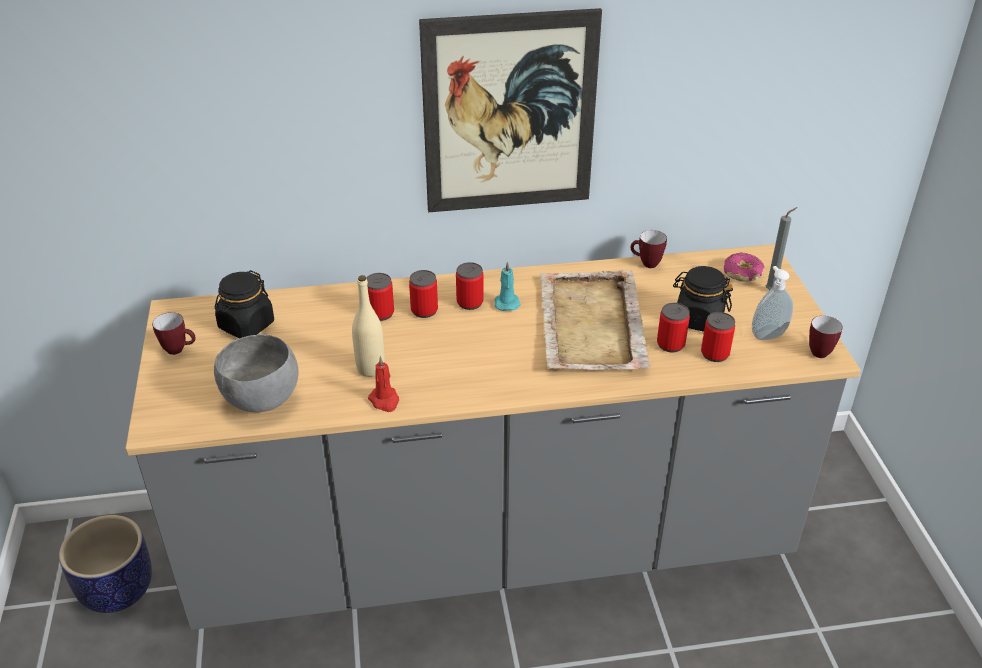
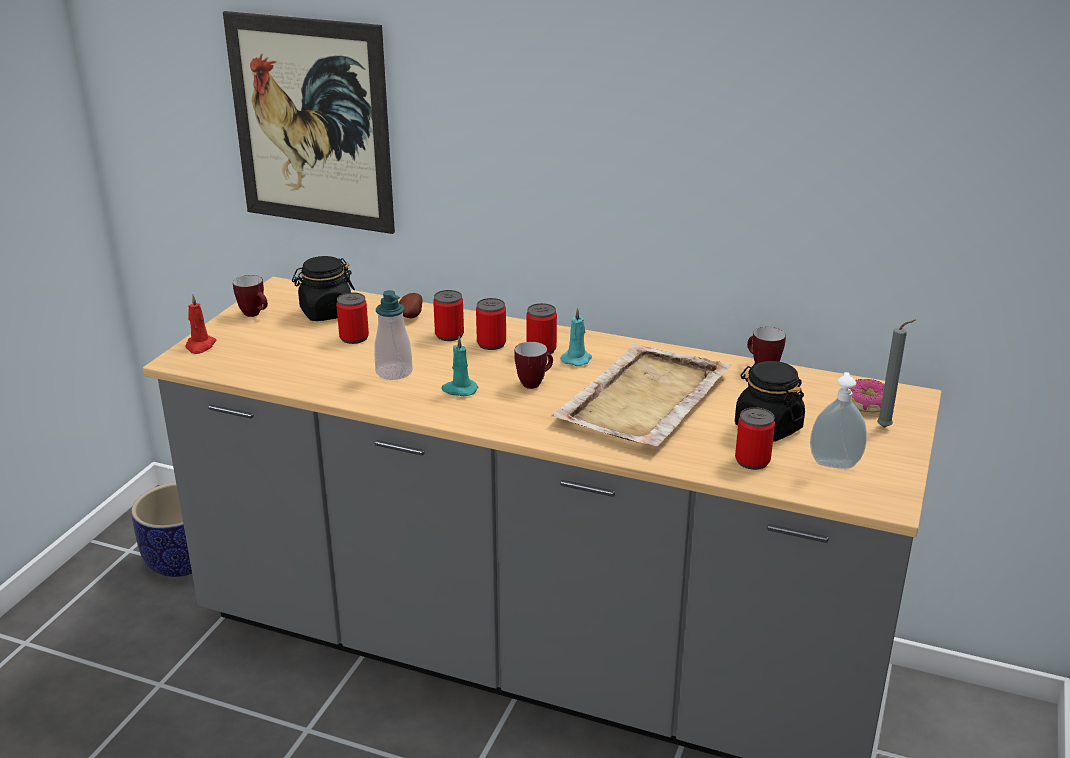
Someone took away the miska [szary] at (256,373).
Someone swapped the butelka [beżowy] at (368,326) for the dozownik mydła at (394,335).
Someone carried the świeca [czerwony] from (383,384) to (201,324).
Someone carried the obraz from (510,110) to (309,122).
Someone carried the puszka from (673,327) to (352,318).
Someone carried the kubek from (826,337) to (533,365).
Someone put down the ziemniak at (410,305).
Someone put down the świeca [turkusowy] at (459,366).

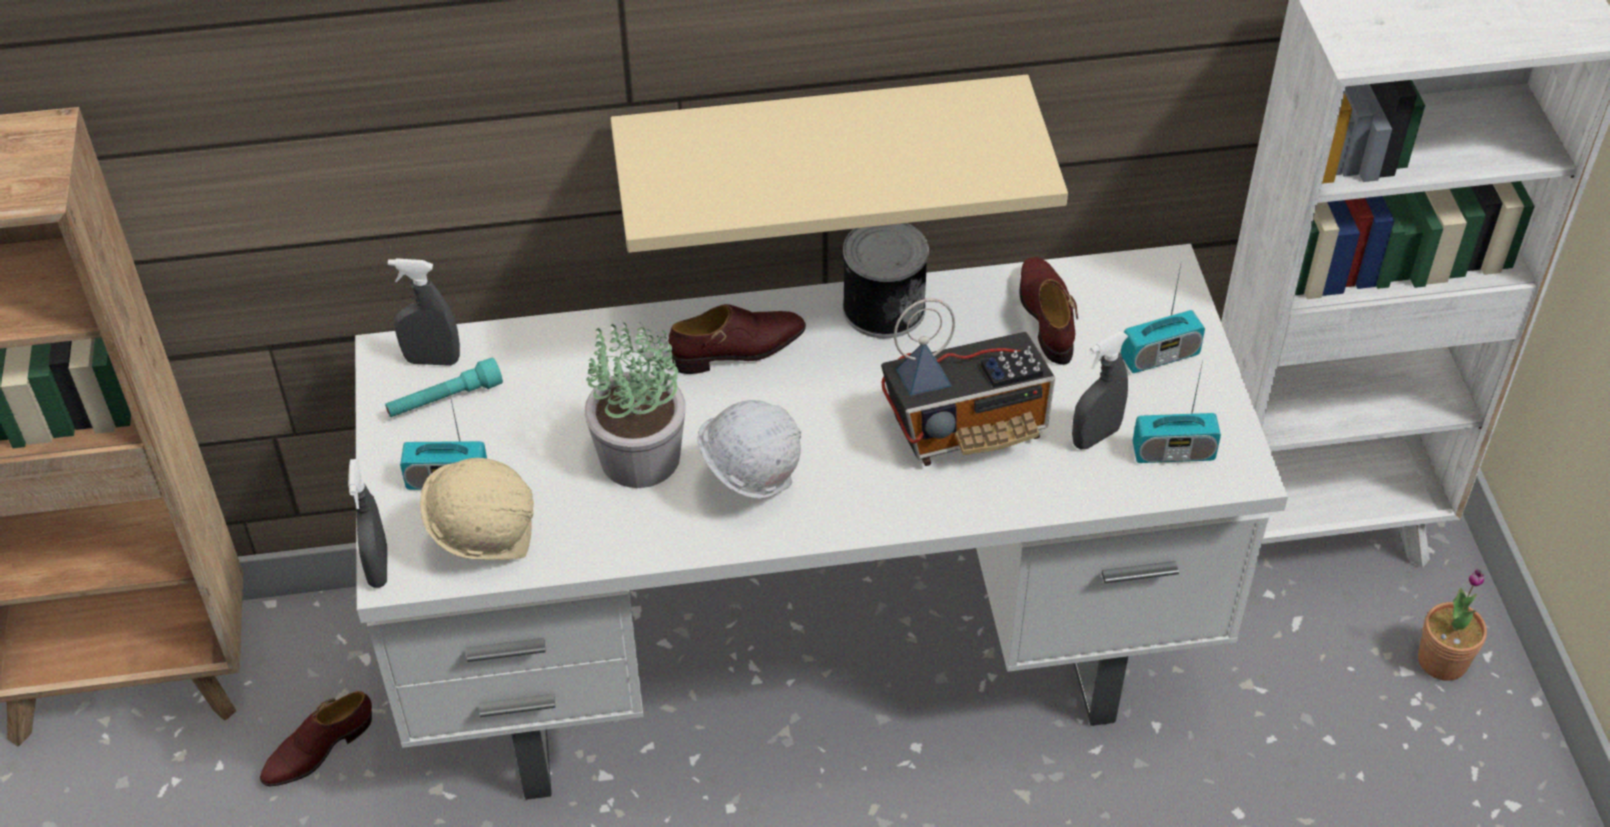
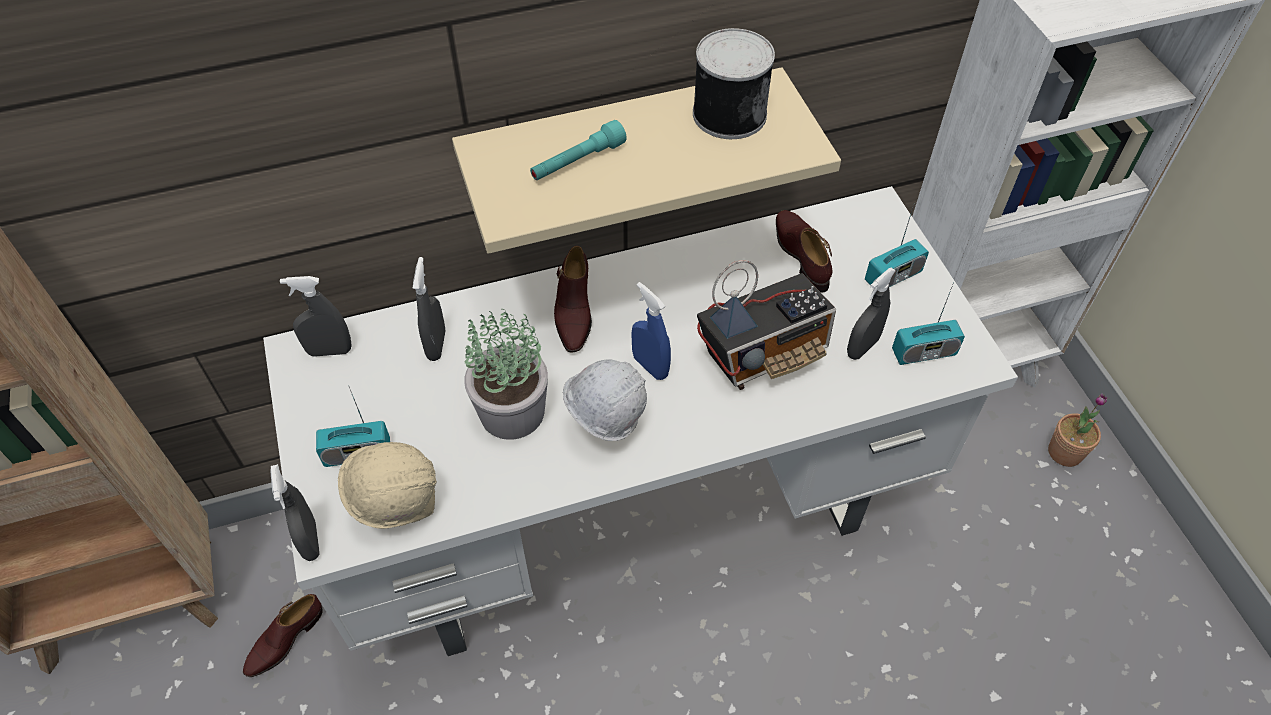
Someone carried the latarka [turkusowy] from (444,387) to (578,150).
Someone rotated the but [brązowy] at (737,339) by 120 degrees clockwise.
Someone carried the puszka from (885,280) to (734,83).
Someone put down the spryskiwacz [szary] at (429,309).
Someone put down the spryskiwacz [niebieski] at (651,331).

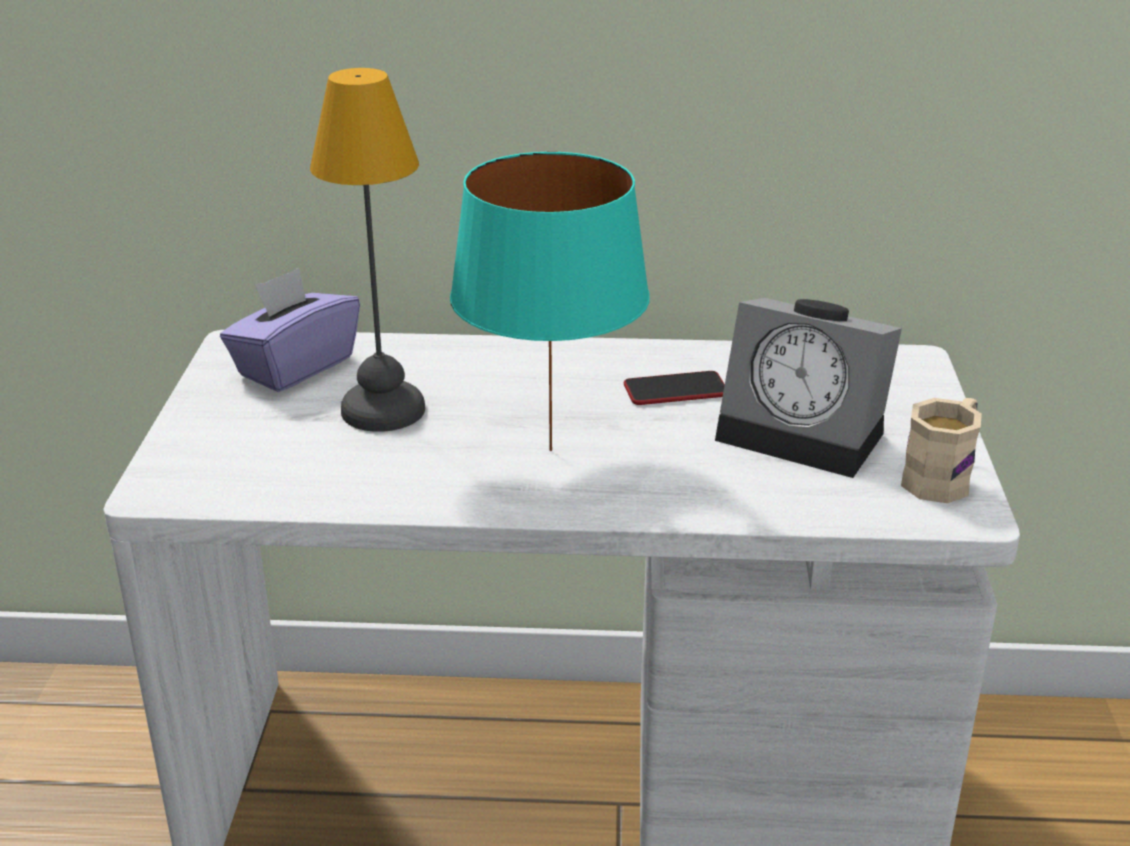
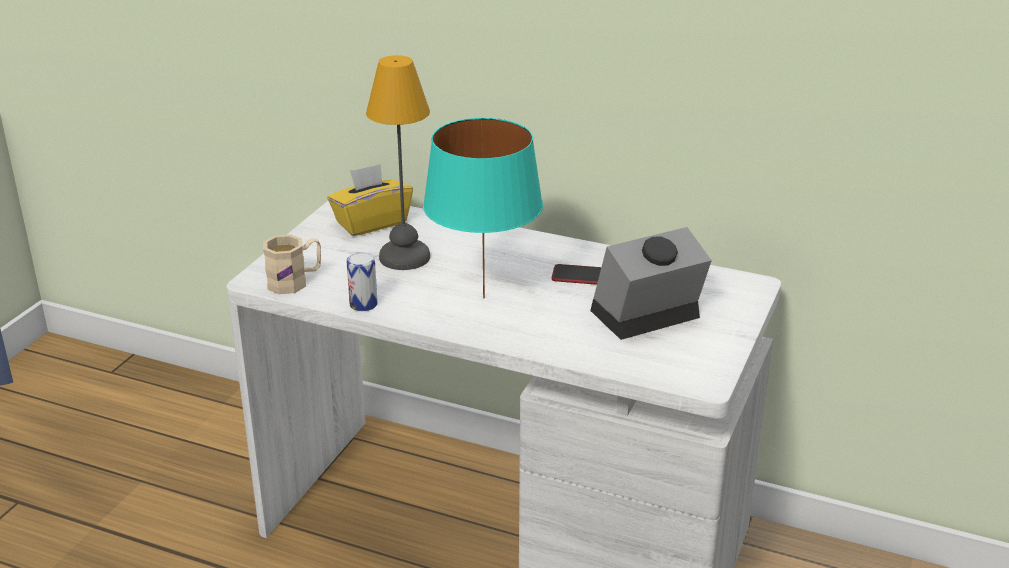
Someone repainted the pudełko chusteczek [fioletowy] at (290,330), which became the pudełko chusteczek [żółty] at (370,200).
Someone rotated the budzik at (808,388) by 105 degrees clockwise.
Someone carried the kubek [beżowy] from (941,450) to (292,264).
Someone put down the puszka at (362,281).

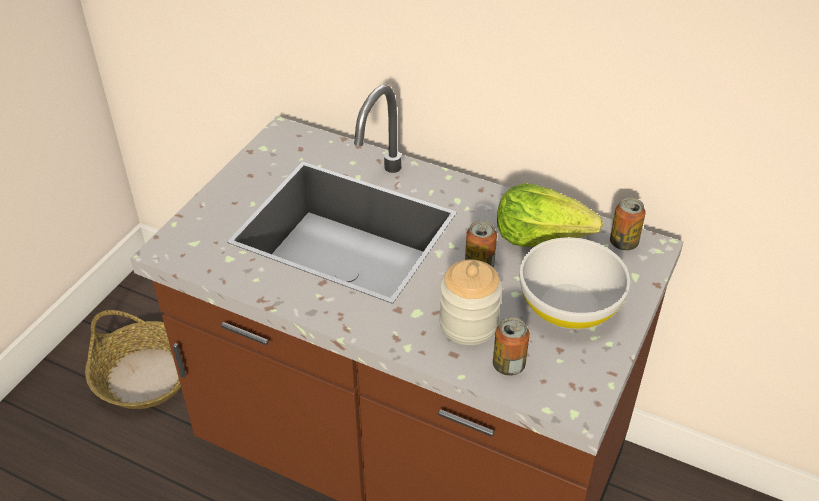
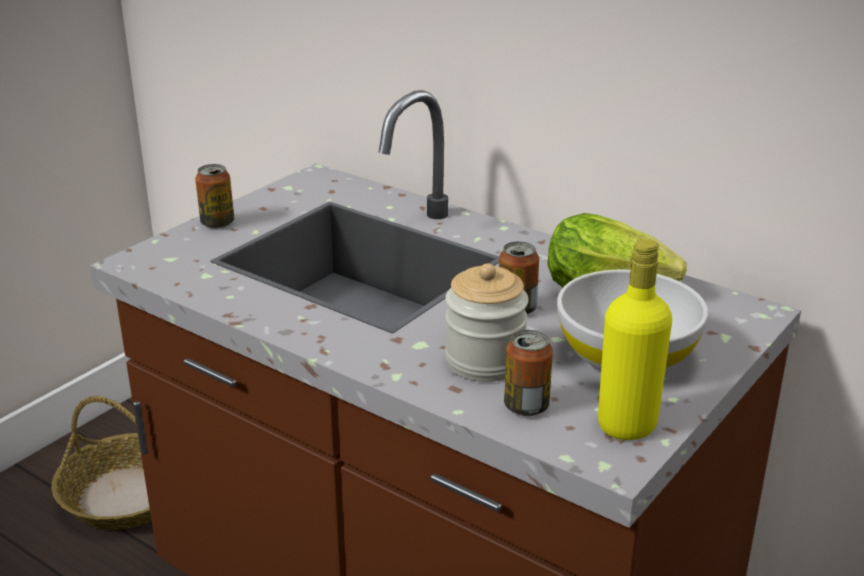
Someone carried the puszka from (628,223) to (214,196).
Someone put down the butelka [żółty] at (635,339).

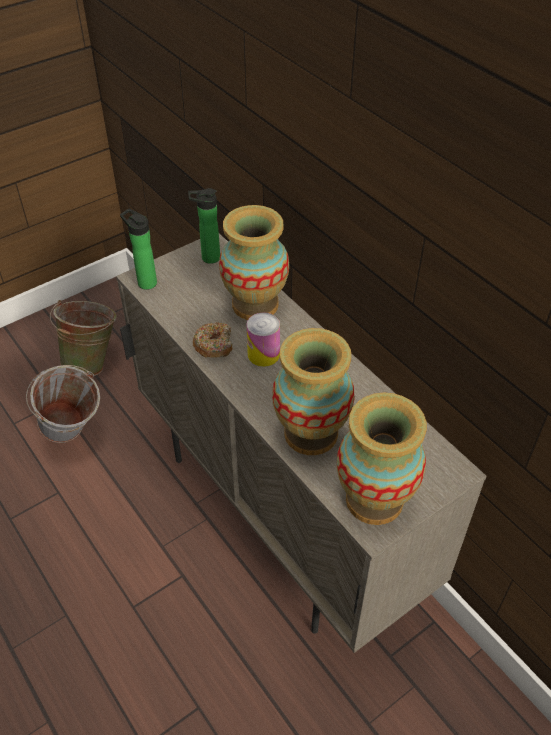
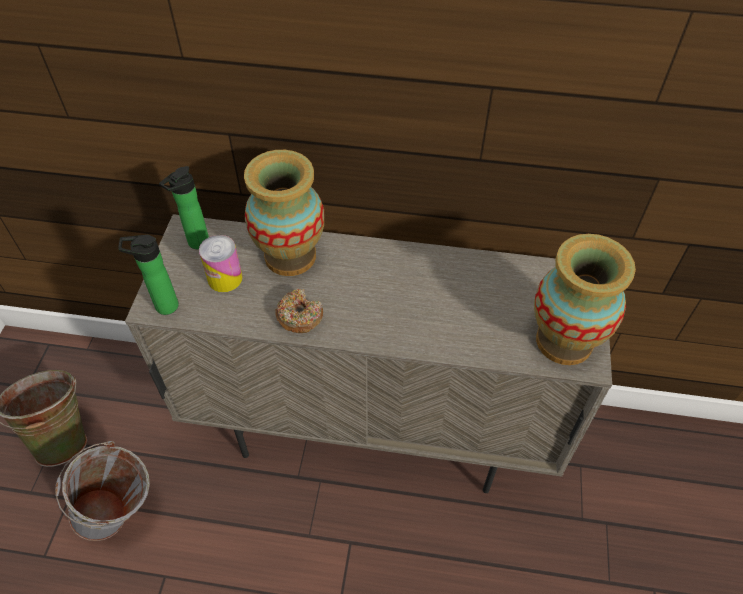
Someone carried the puszka from (263,340) to (220,263).
Someone took away the wazon at (313,391).

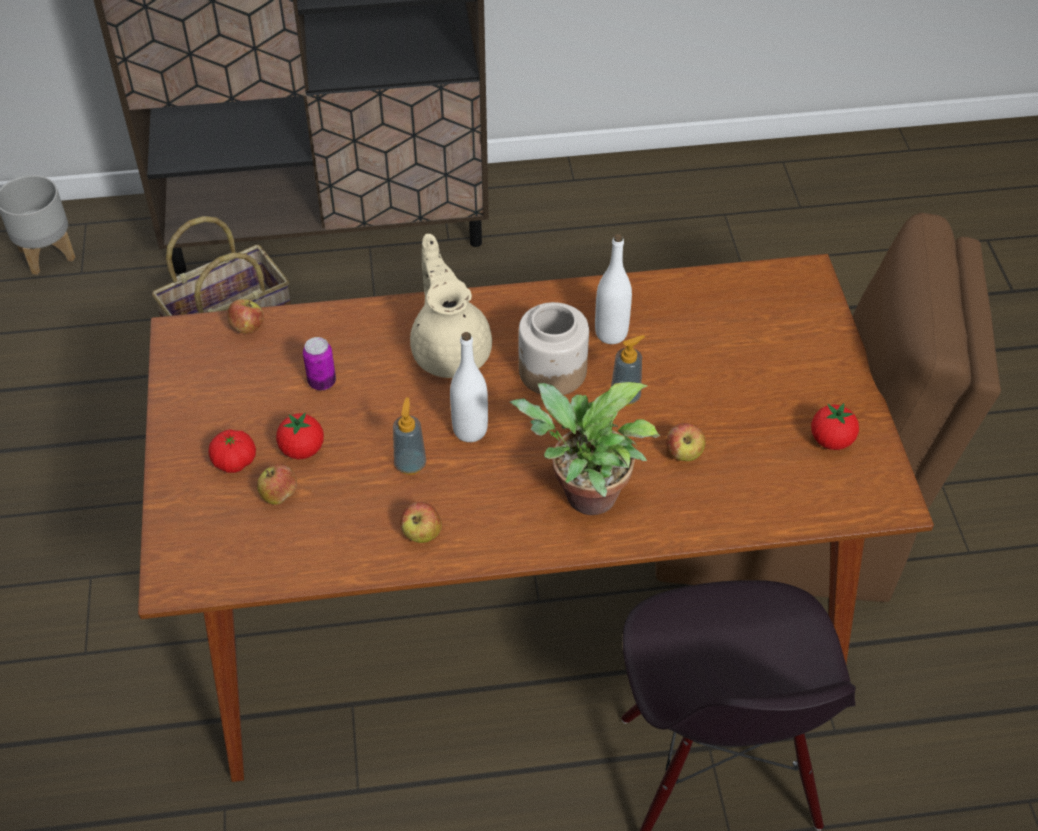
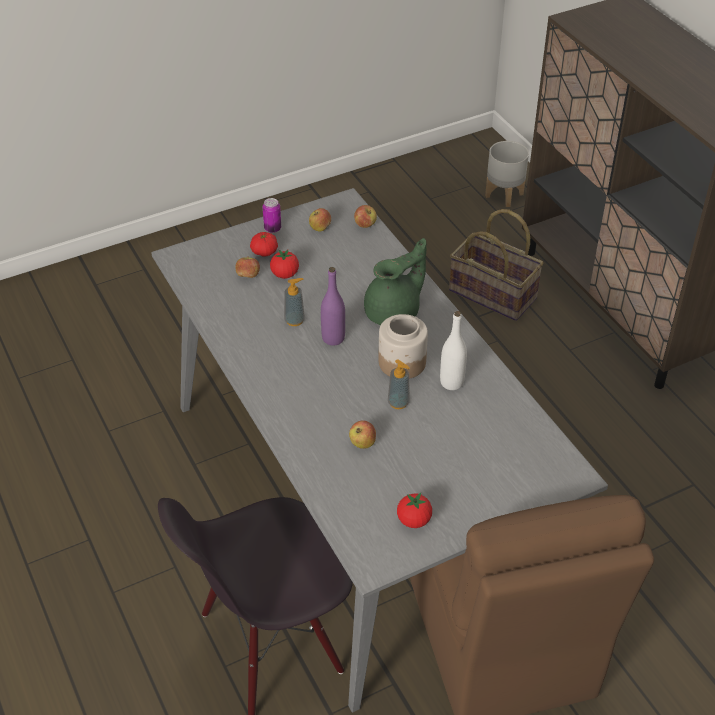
Someone repainted the stół jadalny [brązowy] at (536,518), which became the stół jadalny [szary] at (379,450).
Someone carried the puszka from (319,363) to (271,215).
Someone carried the jabłko from (421,522) to (320,220).
Someone repainted the imbryk [beżowy] at (451,306), which became the imbryk [zielony] at (395,281).
Someone repainted the butelka [biały] at (469,387), which became the butelka [fioletowy] at (333,306).
Someone took away the roślina doniczkowa at (585,448).

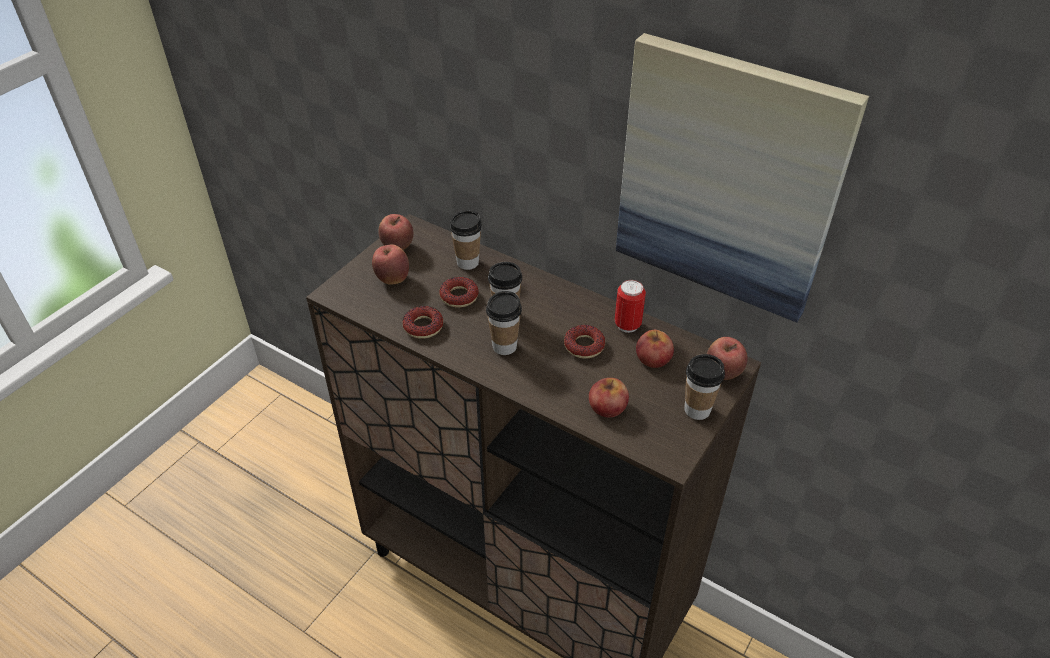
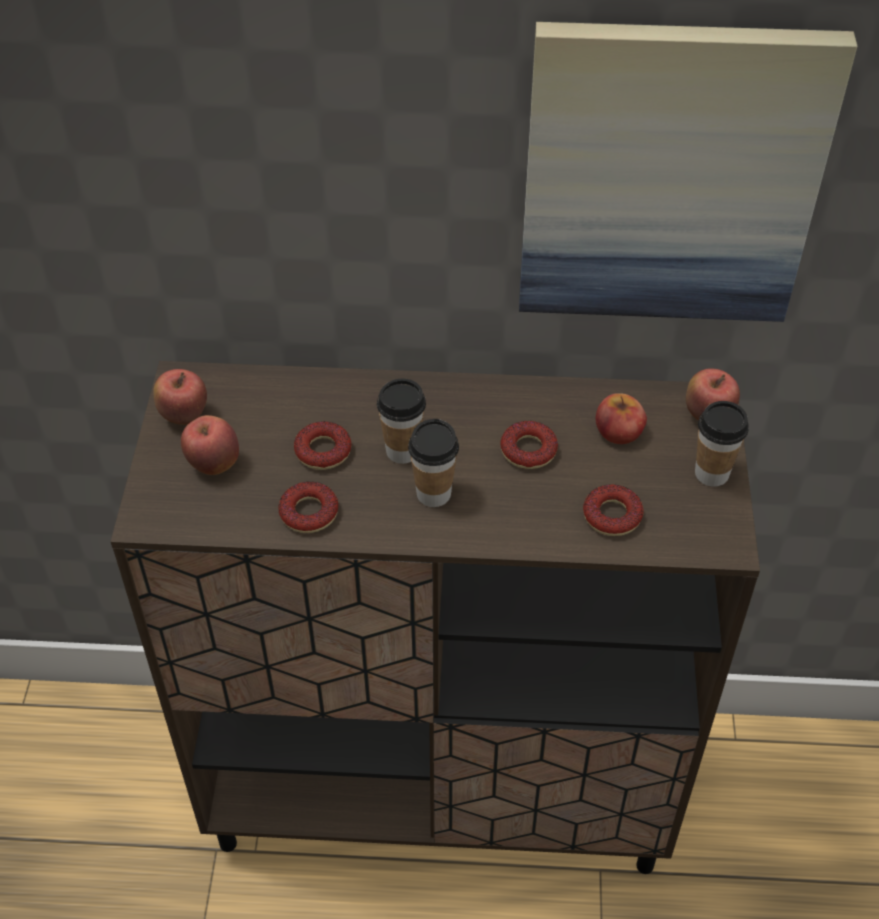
Someone took away the filiżanka at (466,240).
Someone swapped the jabłko at (609,397) for the donut at (613,510).
Someone took away the puszka at (630,306).

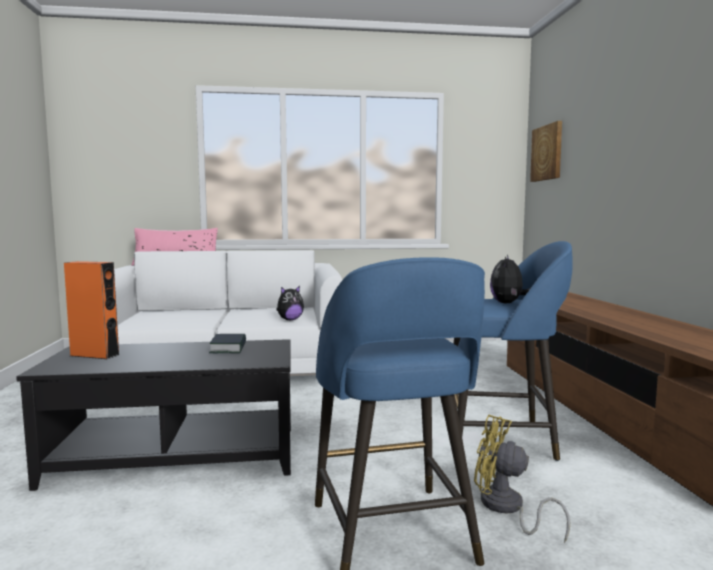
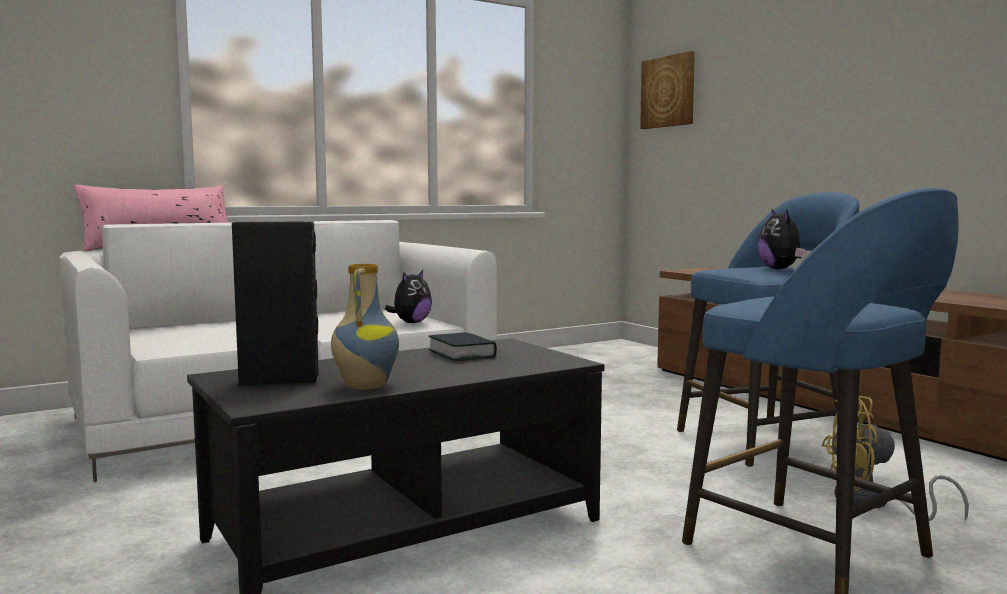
Someone repainted the głośnik [pomarańczowy] at (91,310), which became the głośnik [czarny] at (276,303).
Someone put down the wazon at (365,327).

